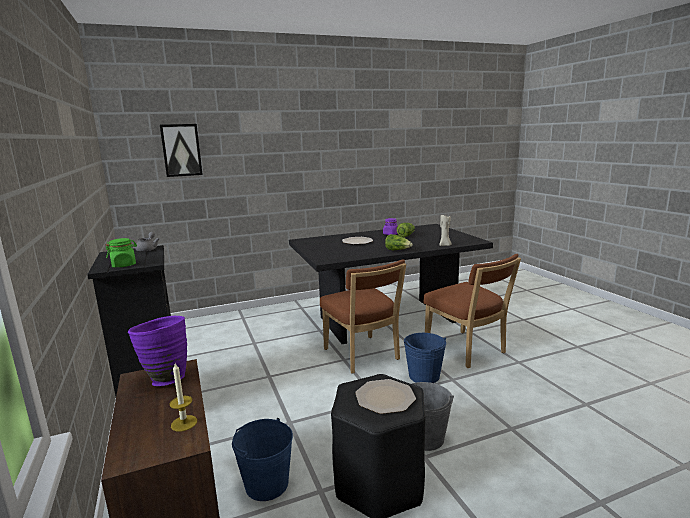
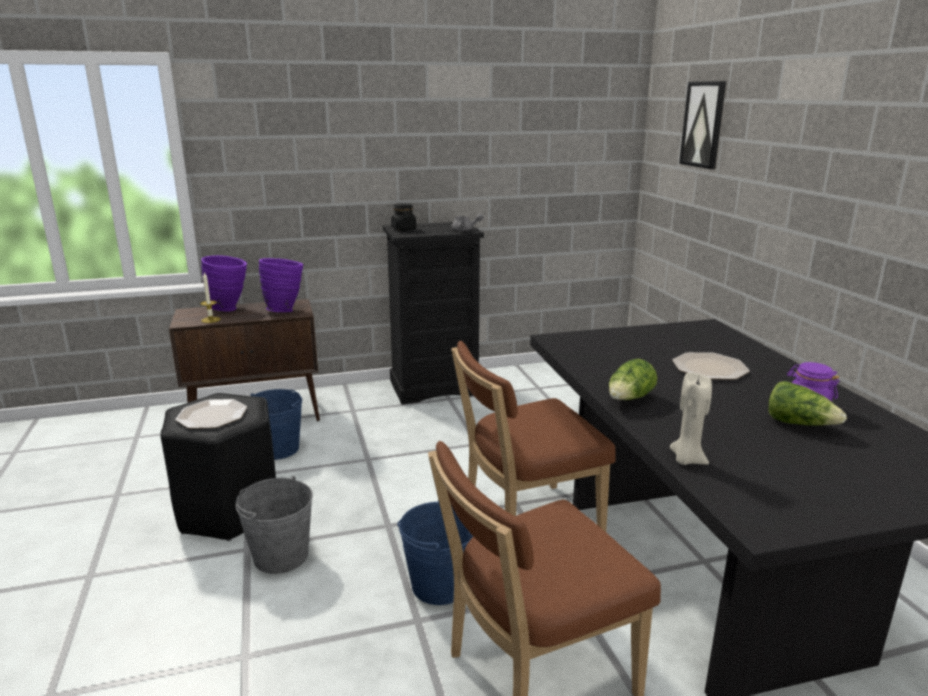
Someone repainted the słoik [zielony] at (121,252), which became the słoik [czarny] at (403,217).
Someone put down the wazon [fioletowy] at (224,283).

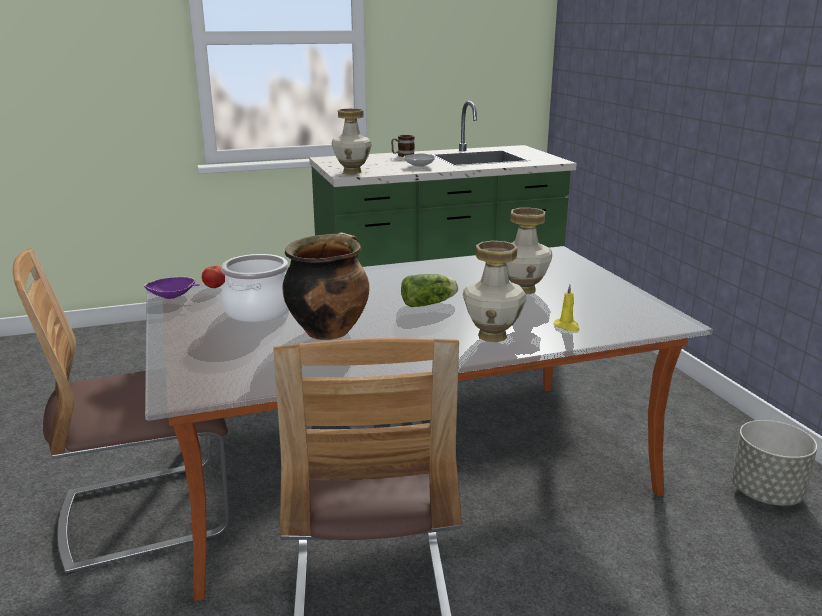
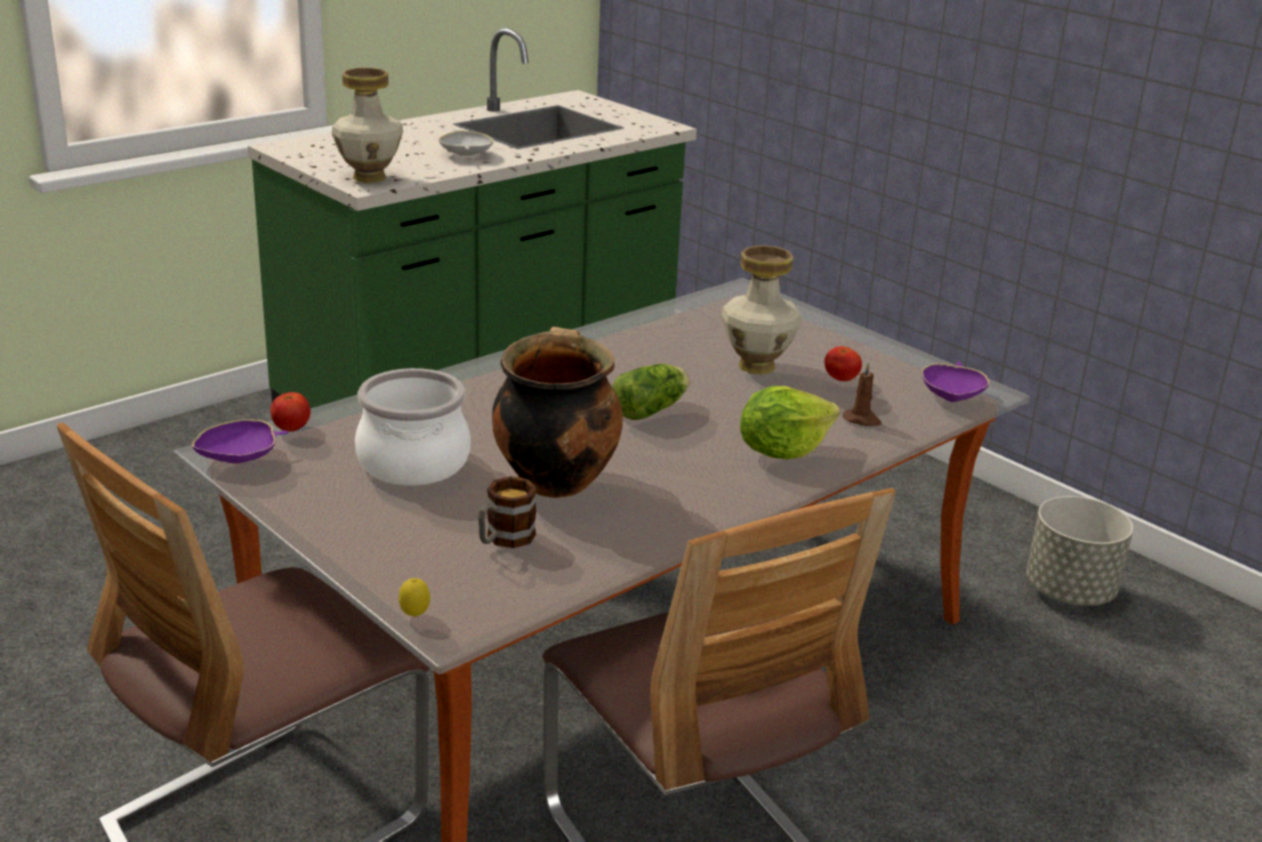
Someone carried the kubek from (403,146) to (507,512).
Someone swapped the wazon at (495,291) for the sałata at (790,422).
Someone repainted the świeca [żółty] at (566,308), which became the świeca [brązowy] at (862,394).
Someone put down the cytryna at (414,597).
Someone put down the pomidor at (843,363).
Someone put down the miska [fioletowy] at (955,381).

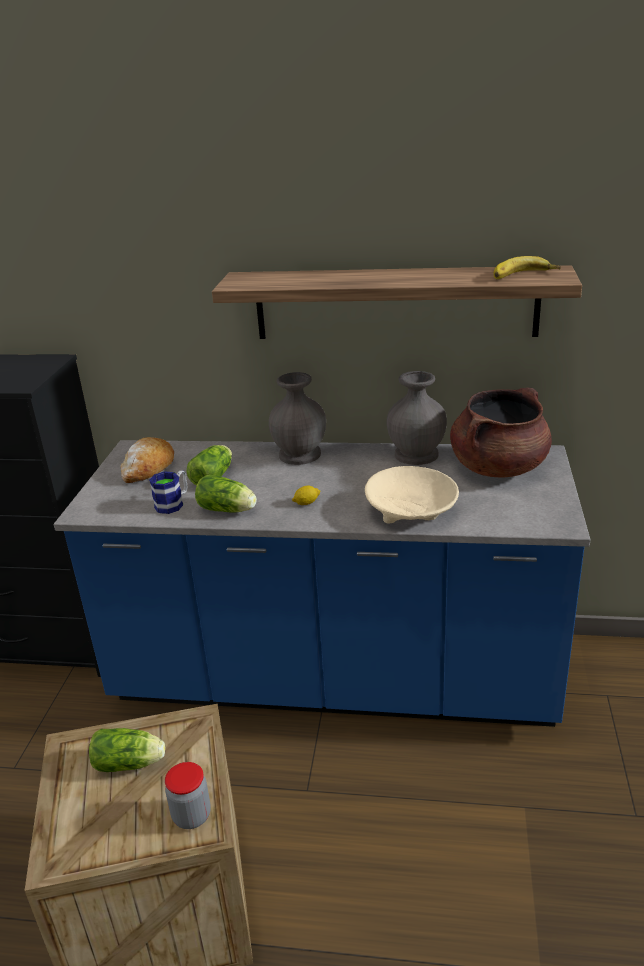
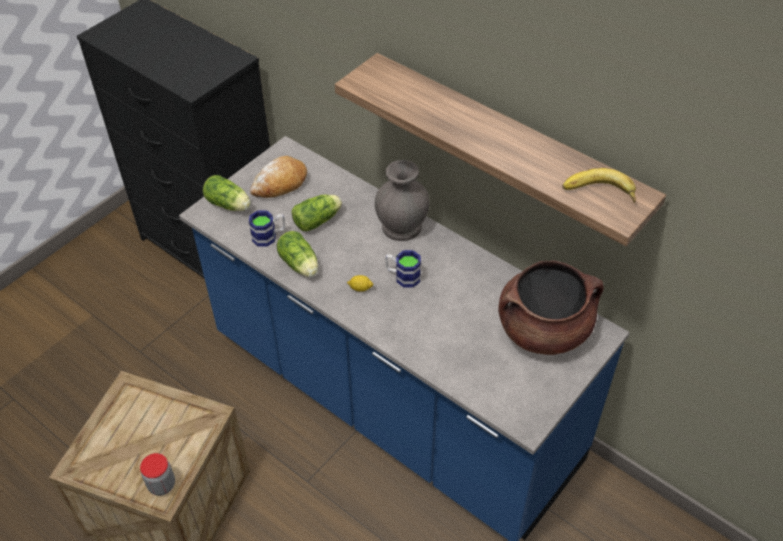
Someone carried the sałata from (127,750) to (227,193).
Someone took away the miska [beżowy] at (412,494).
Someone took away the wazon [szary] at (417,418).
Someone put down the kubek at (403,269).

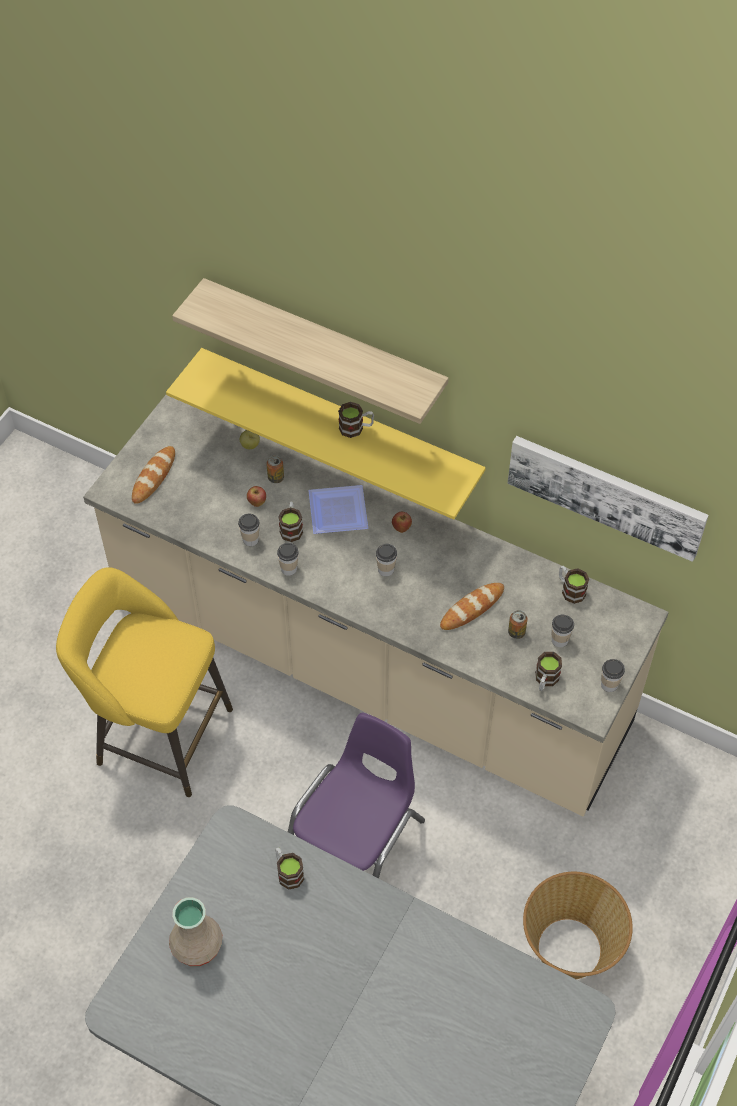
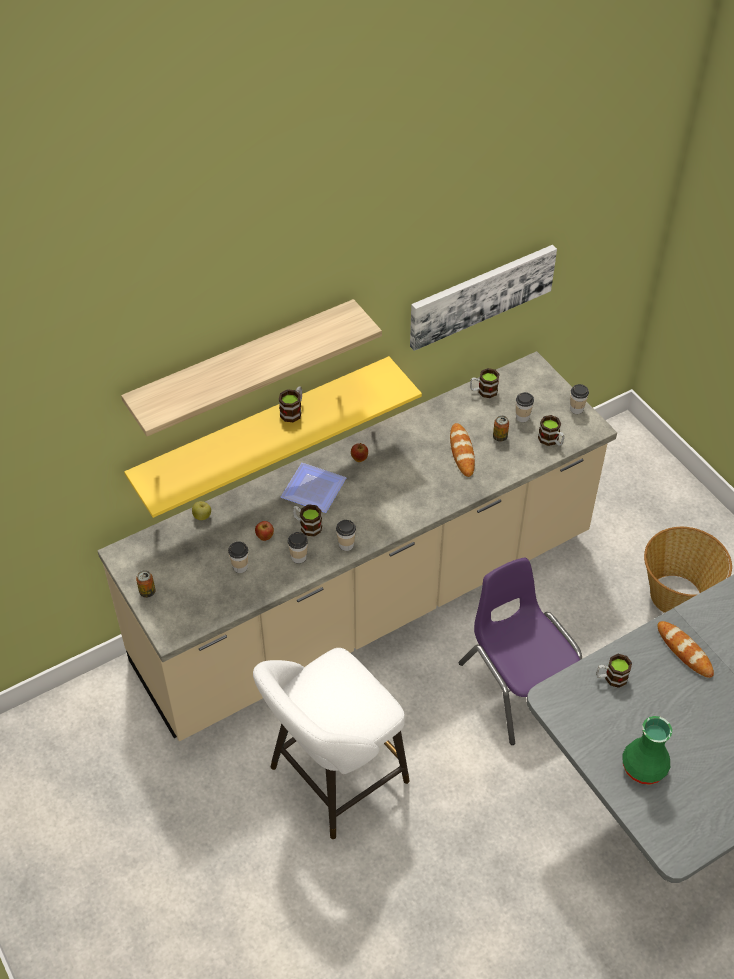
Someone repainted the stołek [żółty] at (144,682), which became the stołek [biały] at (331,743).
Someone carried the chleb from (153,475) to (686,649).
Someone repainted the wazon [beżowy] at (195,931), which became the wazon [zielony] at (647,750).
Someone carried the puszka from (275,469) to (146,584).
Someone carried the filiżanka from (386,560) to (238,557).

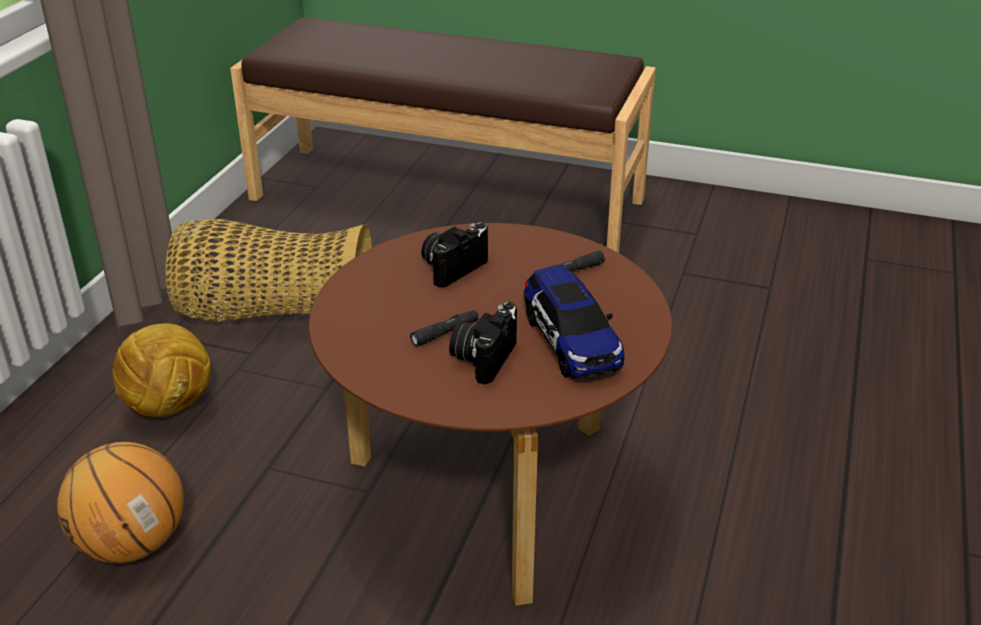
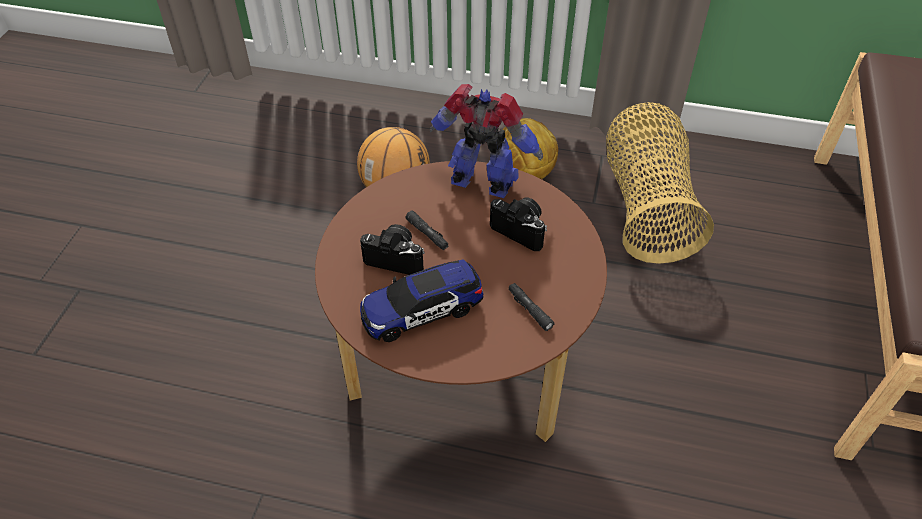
Someone put down the robot zabawkowy at (486,141).

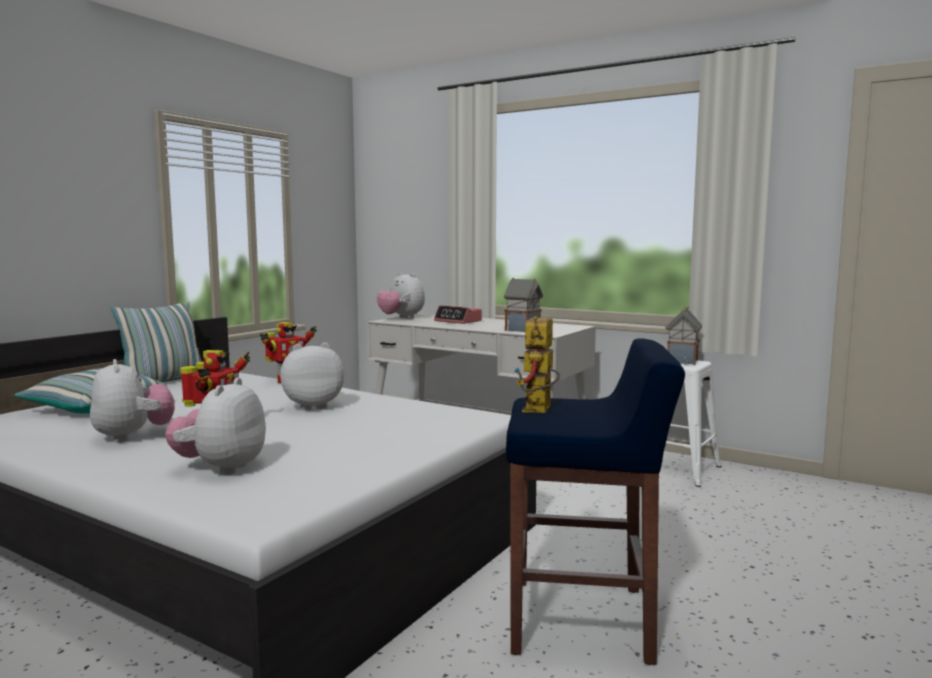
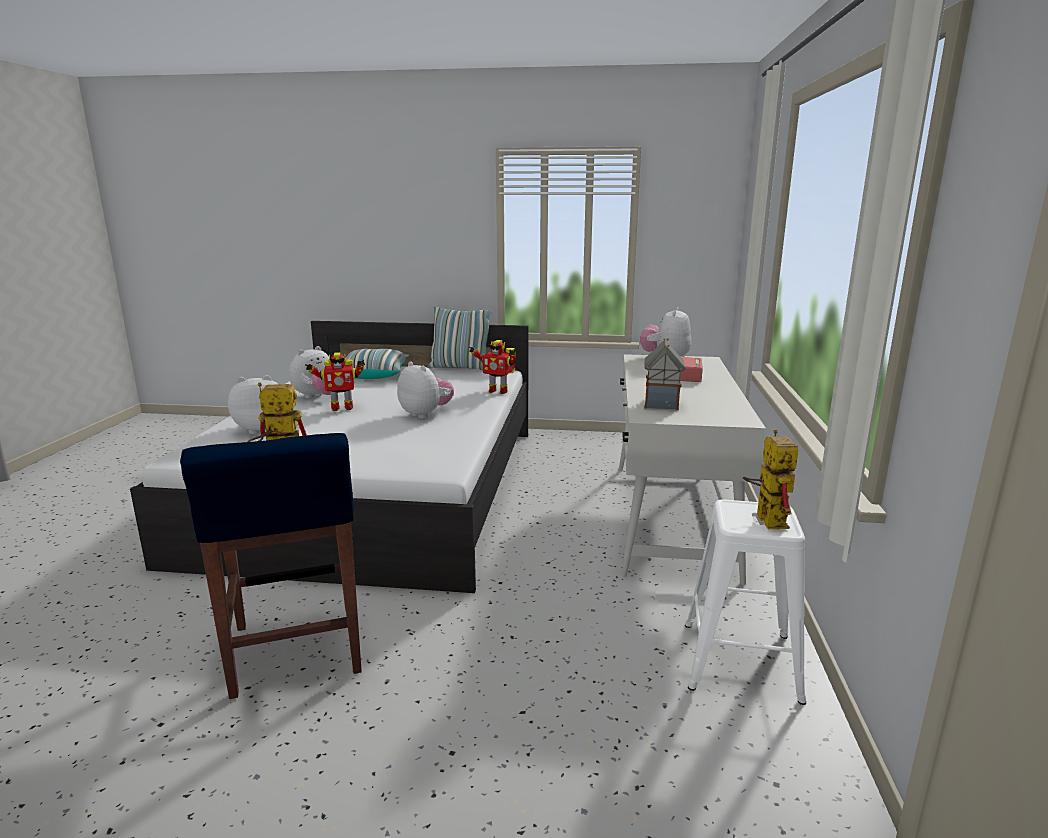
Someone swapped the domek at (684,336) for the robot zabawkowy at (770,479).

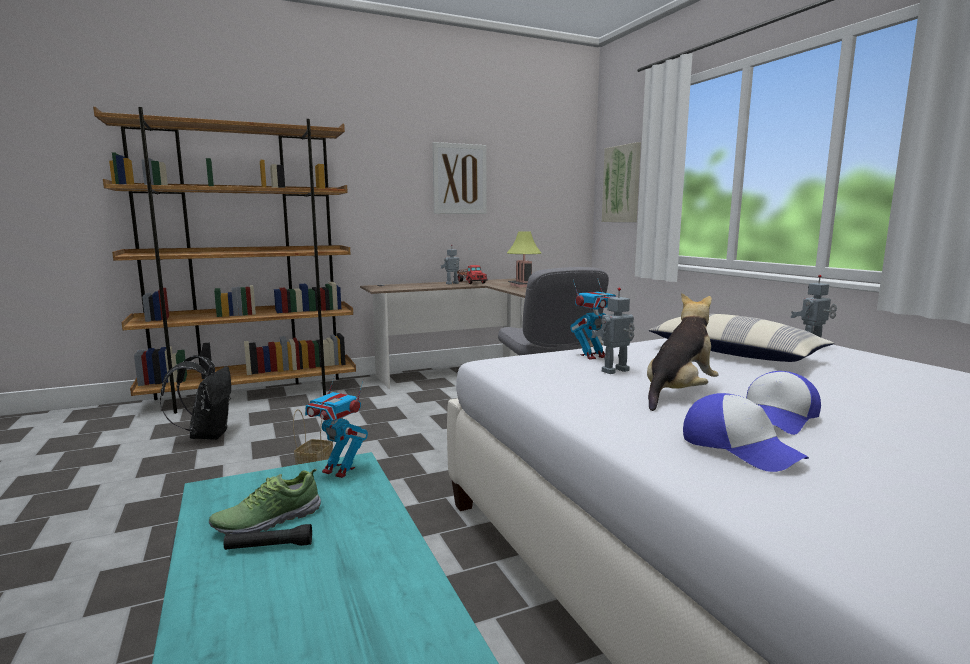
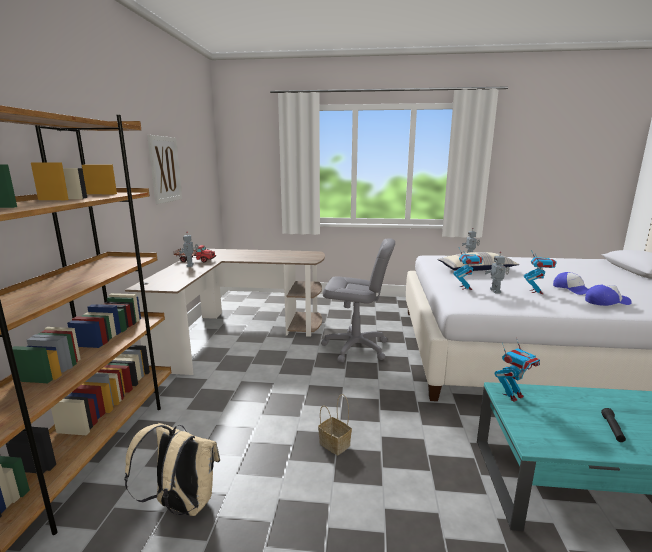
Someone repainted the plecak [czarny] at (195,397), which became the plecak [beżowy] at (172,469).
Someone took away the but at (265,502).
Someone took away the lampa stołowa at (524,259).
Someone took away the obraz at (621,182).
Someone swapped the pluszak at (683,352) for the robot zabawkowy at (540,272).

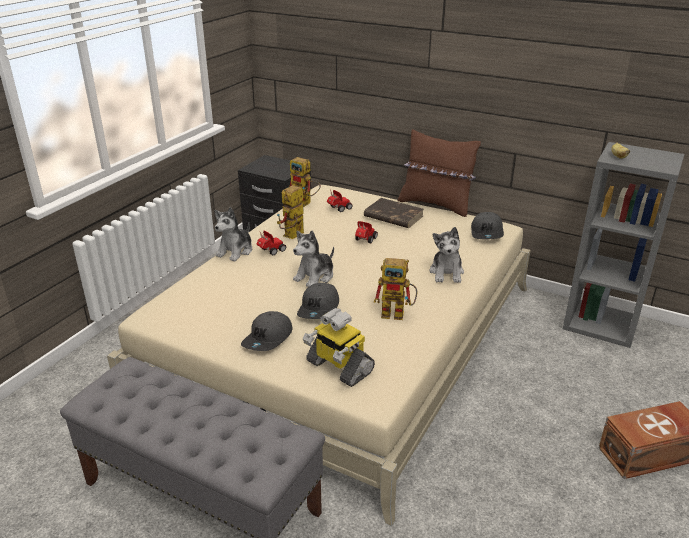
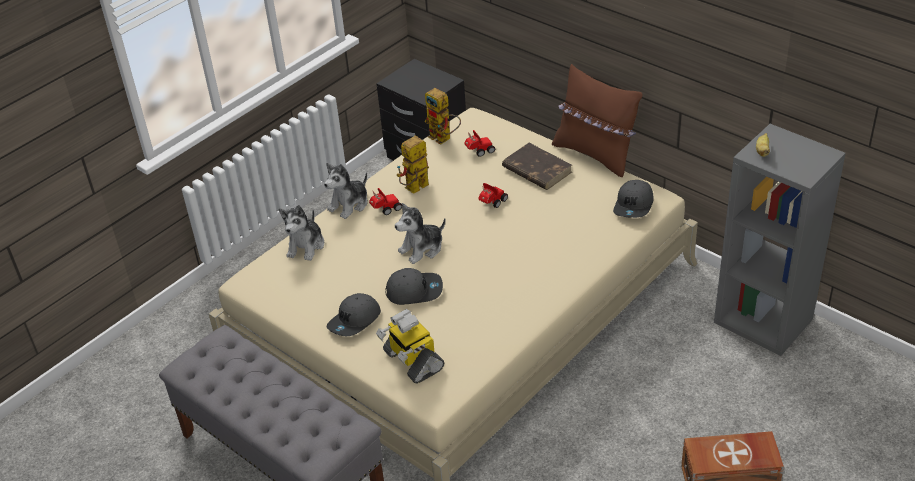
Someone rotated the czapka z daszkiem [szary] at (318,301) by 120 degrees counterclockwise.
Someone took away the robot zabawkowy at (395,289).
Someone carried the pluszak from (447,255) to (301,233).

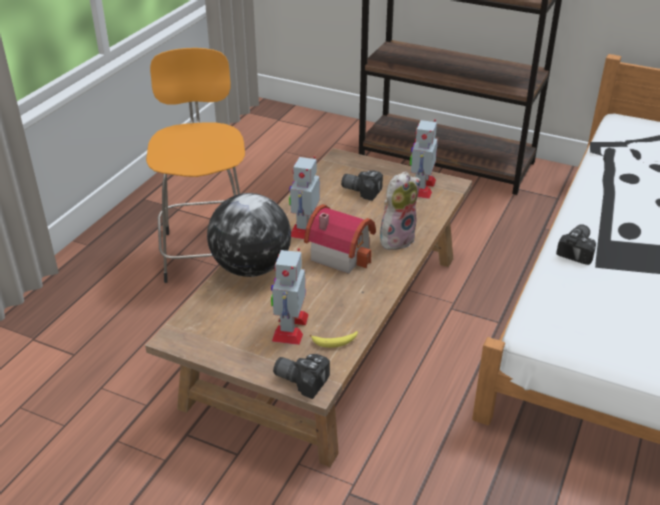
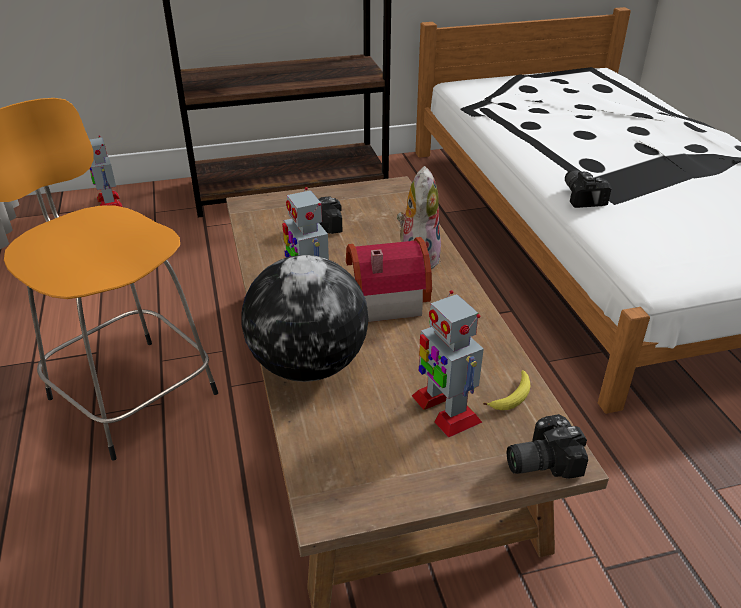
Someone carried the robot zabawkowy from (424,159) to (106,171).

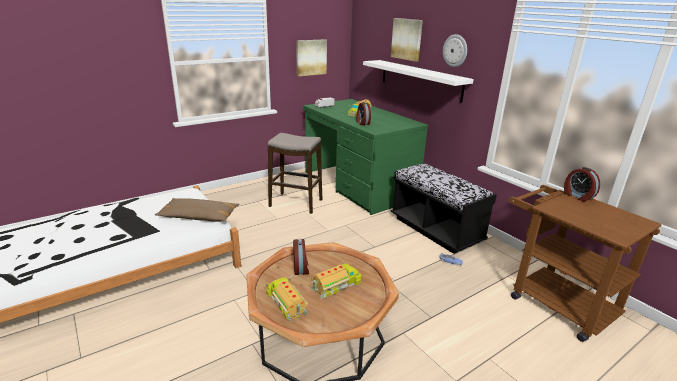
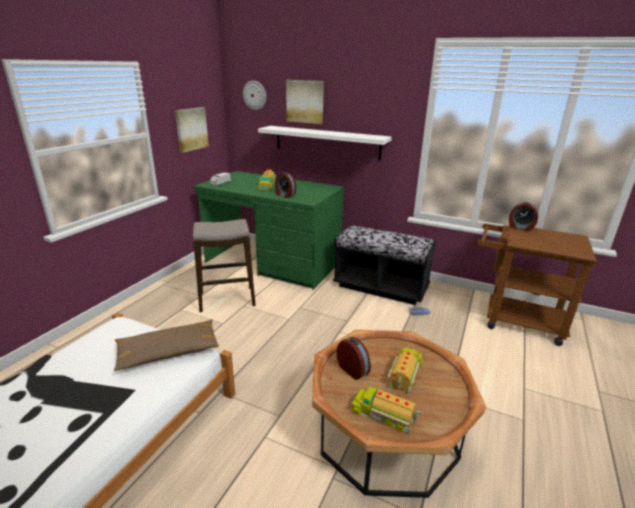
Someone carried the zegar ścienny from (455,50) to (254,95).

